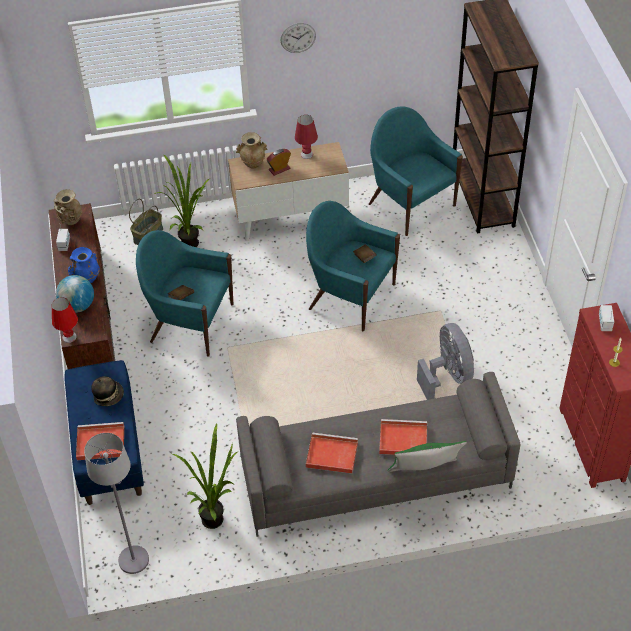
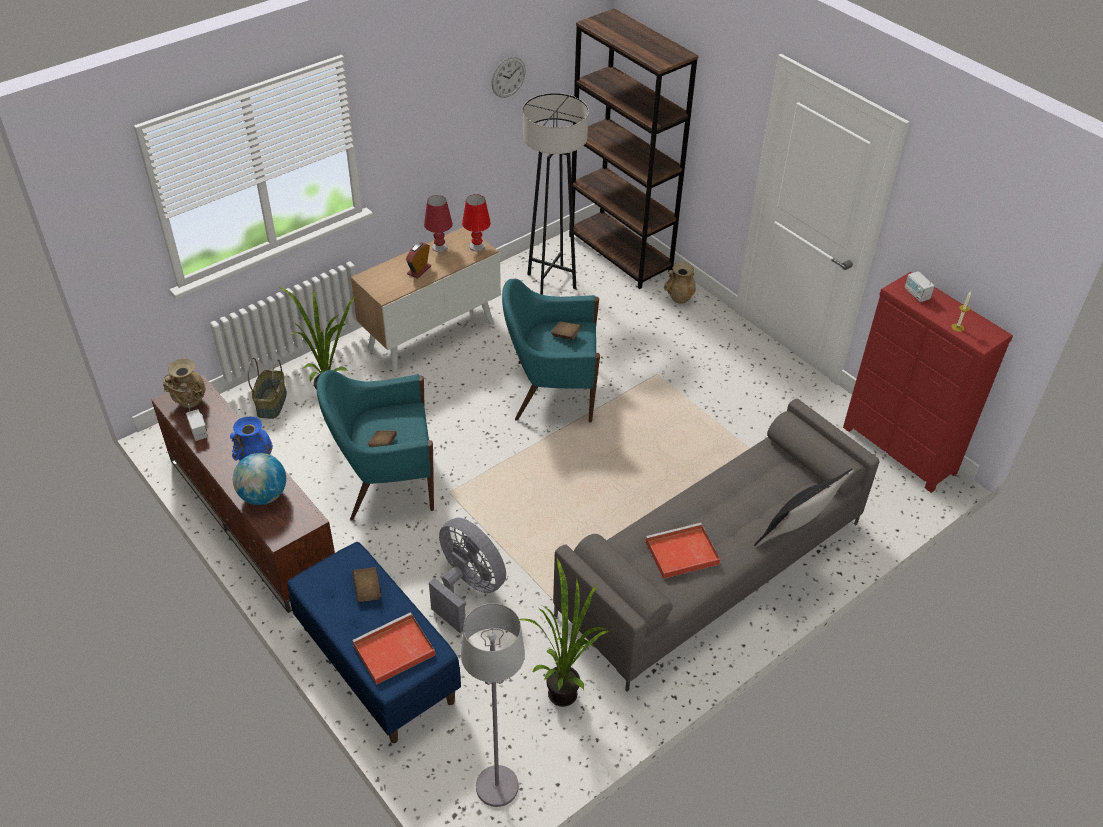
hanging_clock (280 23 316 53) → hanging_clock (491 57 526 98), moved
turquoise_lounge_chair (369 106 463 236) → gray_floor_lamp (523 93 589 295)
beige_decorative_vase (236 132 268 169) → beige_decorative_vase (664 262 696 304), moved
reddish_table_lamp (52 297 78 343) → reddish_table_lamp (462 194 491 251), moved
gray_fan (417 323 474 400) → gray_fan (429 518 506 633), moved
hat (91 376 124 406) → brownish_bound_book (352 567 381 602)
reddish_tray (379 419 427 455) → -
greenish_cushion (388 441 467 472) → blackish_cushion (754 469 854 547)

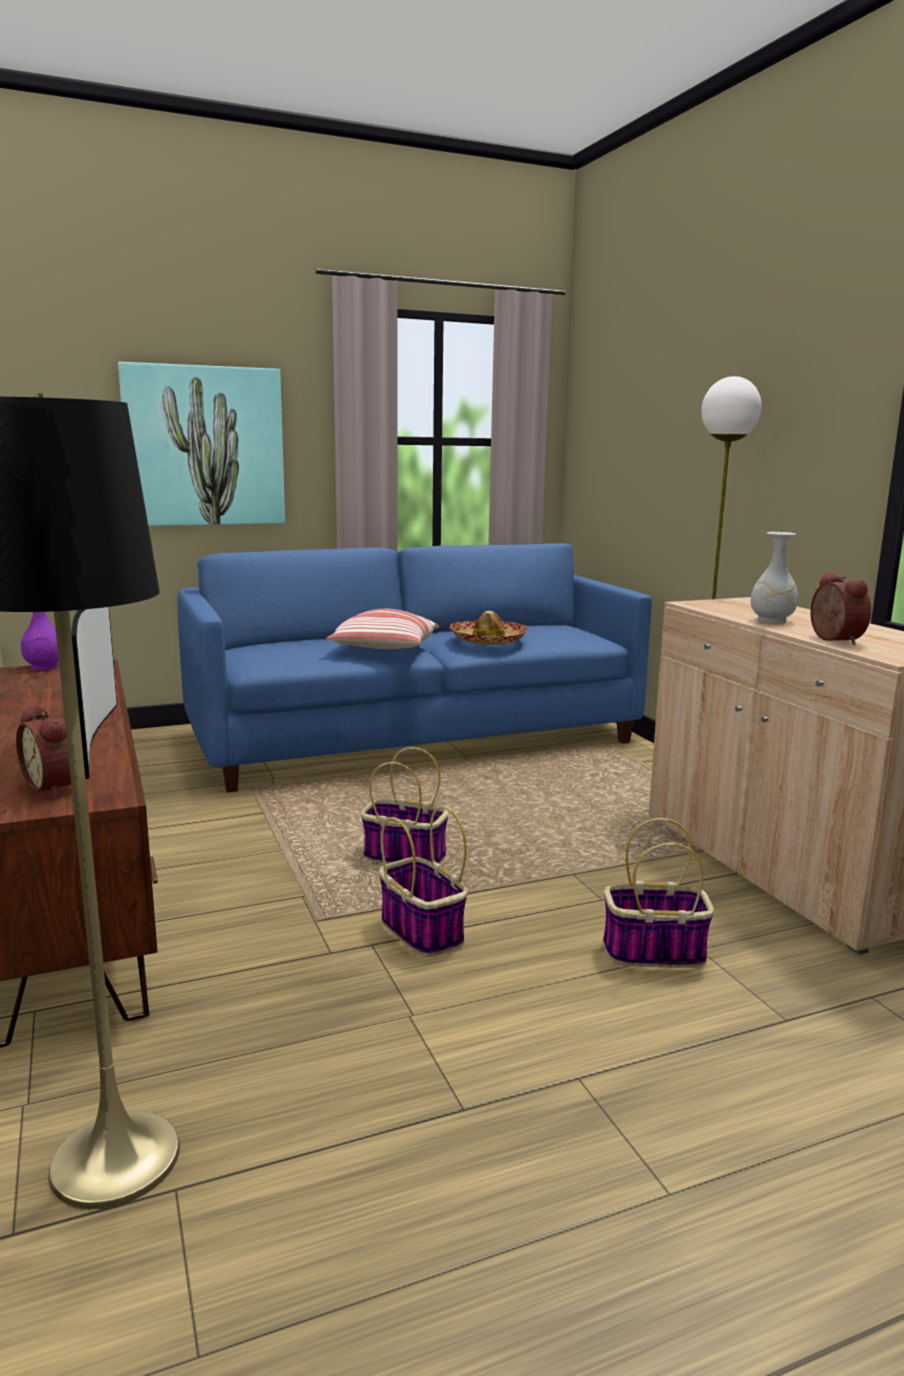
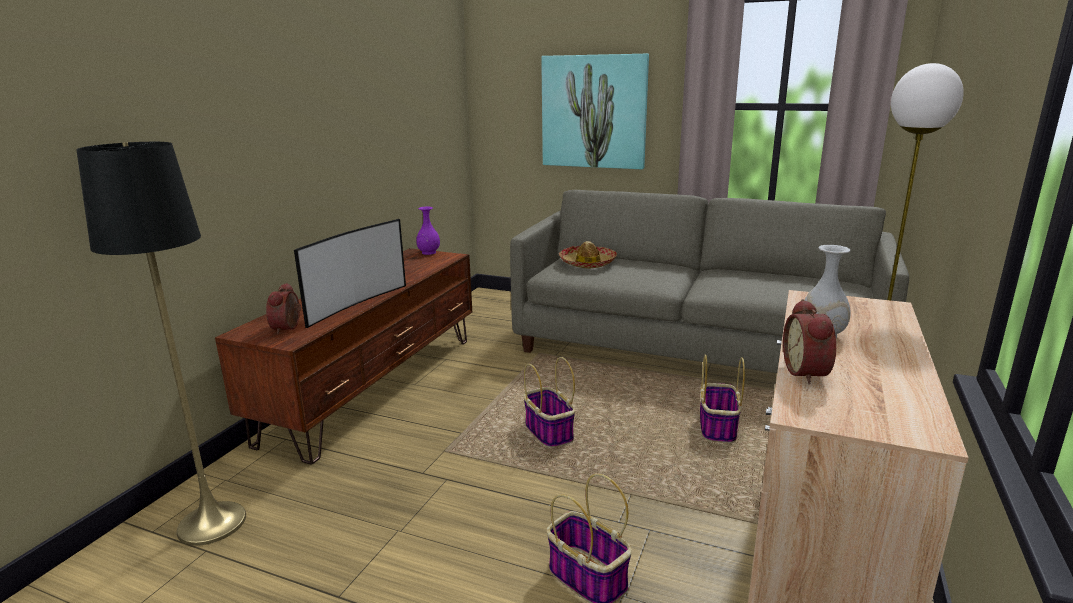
blue_sofa (177 543 652 793) → gray_sofa (510 190 909 373)
table_clock (810 572 871 645) → table_clock (783 299 836 385), 150 degrees clockwise
cushion (326 609 439 649) → -
hat (450 611 528 645) → hat (559 241 617 269), moved
household_basket (379 805 468 957) → household_basket (700 354 745 443), moved

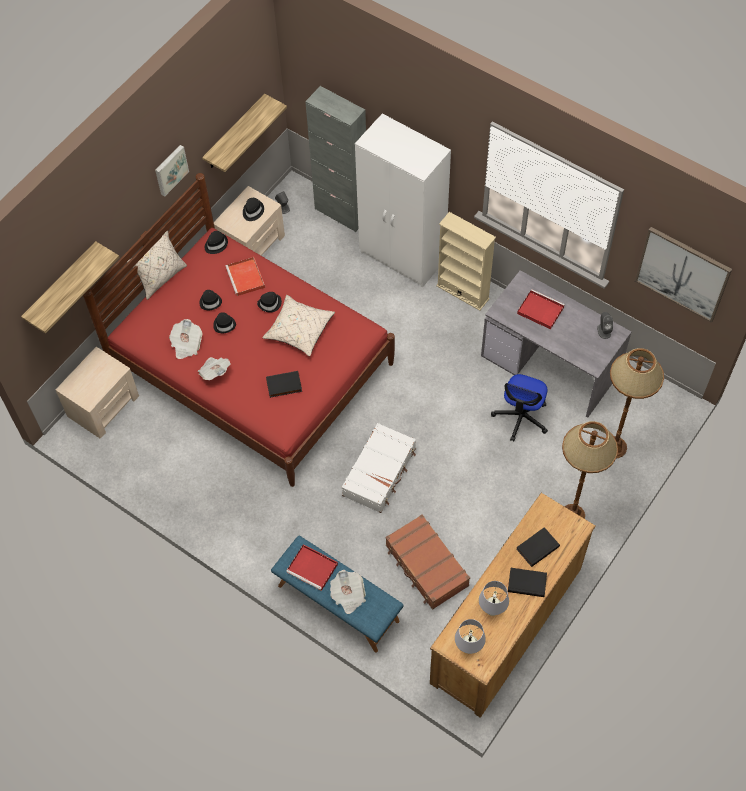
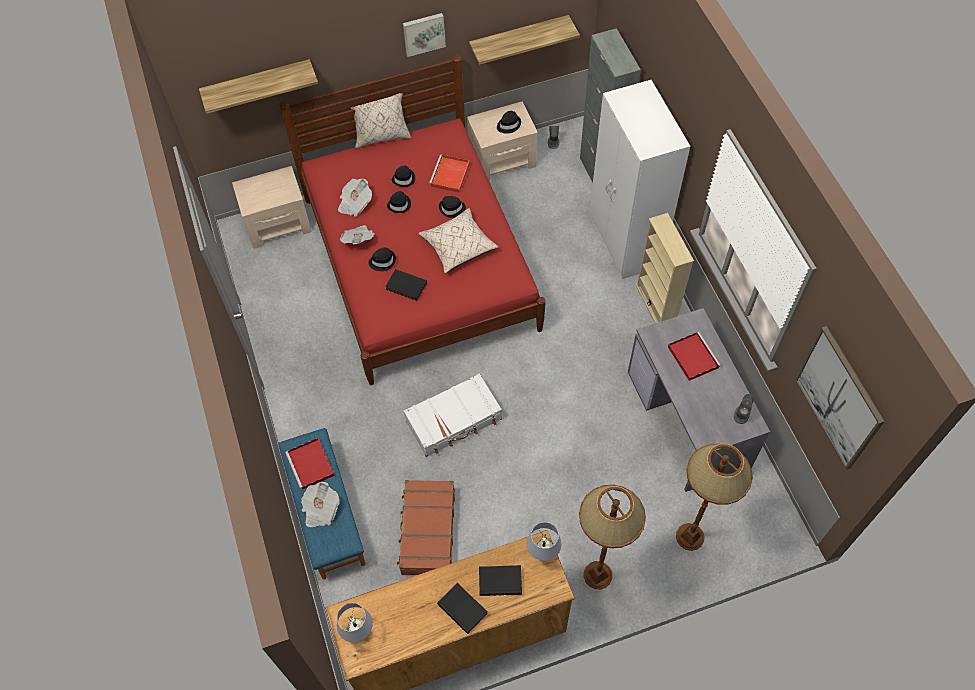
blackish_hat (205 231 228 254) → blackish_hat (368 247 396 271), moved
computer_chair (491 374 548 441) → -
white_table_lamp (479 581 509 616) → white_table_lamp (527 522 561 561), moved

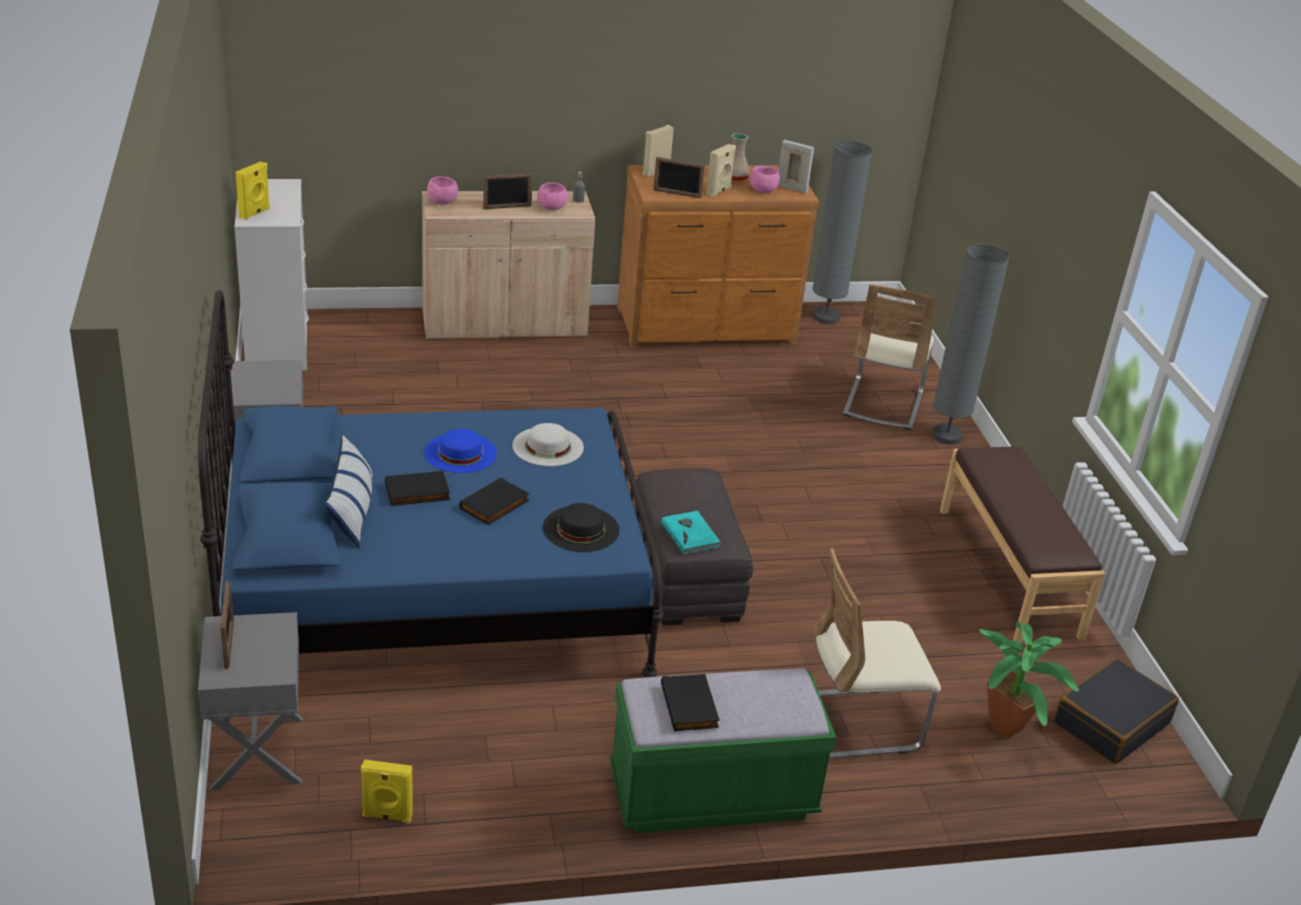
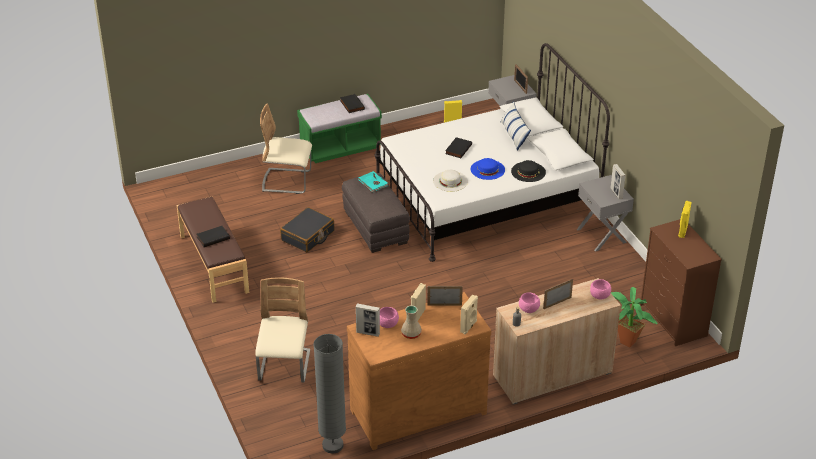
white_drawer_chest (234 179 309 371) → brownish_drawer_chest (640 219 722 346)
gray_floor_lamp (932 244 1009 445) → -
blue_sleeping_bed (198 290 664 677) → white_sleeping_bed (374 43 610 262)
blackish_bound_book (385 471 450 506) → blackish_bound_book (196 226 230 247), moved
blackish_hat (543 503 619 552) → blackish_hat (511 160 546 182), moved
beige_chair (814 548 941 759) → beige_chair (260 104 312 194), 150 degrees counterclockwise
houseplant (979 621 1079 739) → houseplant (611 287 658 348), moved
blackish_piece_of_luggage (1053 658 1179 764) → blackish_piece_of_luggage (280 207 334 252), moved
- → photo_frame (611 164 626 199)

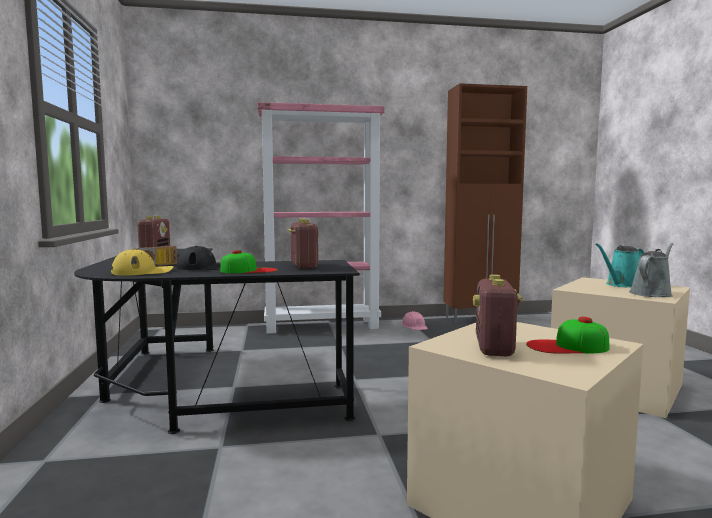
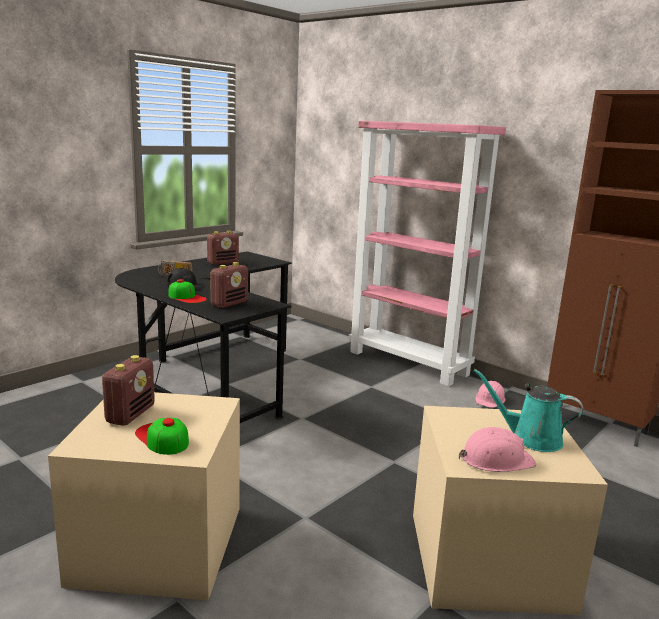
gray_sprinkling_can (629 243 674 297) → pink-coloured_work_helmet (459 427 536 472)
yellow_cap (111 249 173 275) → -
radio_receiver (473 274 523 356) → radio_receiver (102 355 155 426), 135 degrees clockwise

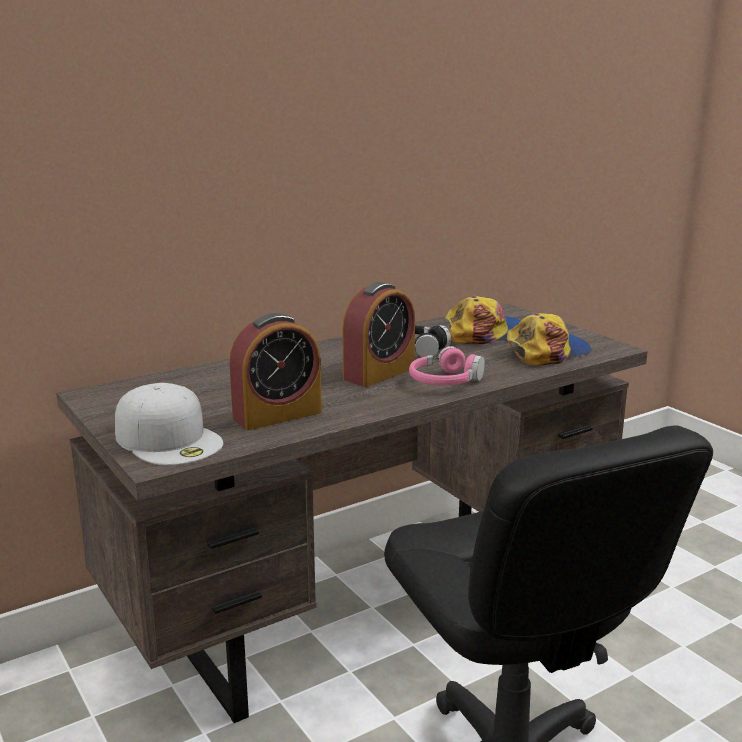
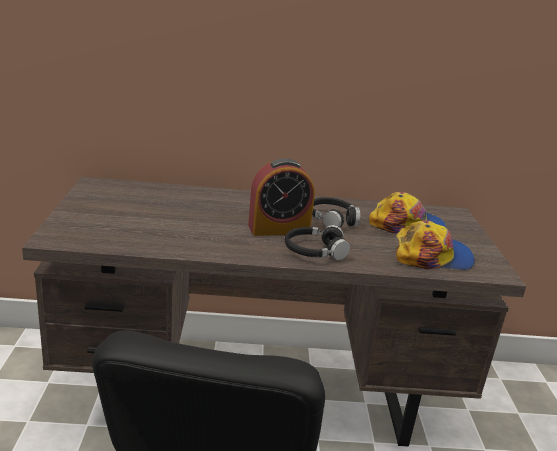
table_clock (229 313 322 430) → -
pink-coloured_headset (409 346 485 385) → blackish_headset (285 225 350 260)
white_cap (115 383 223 466) → -

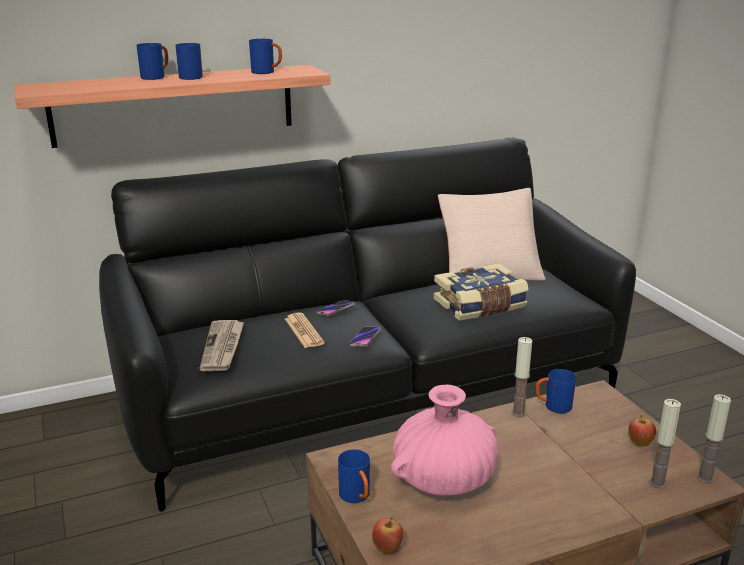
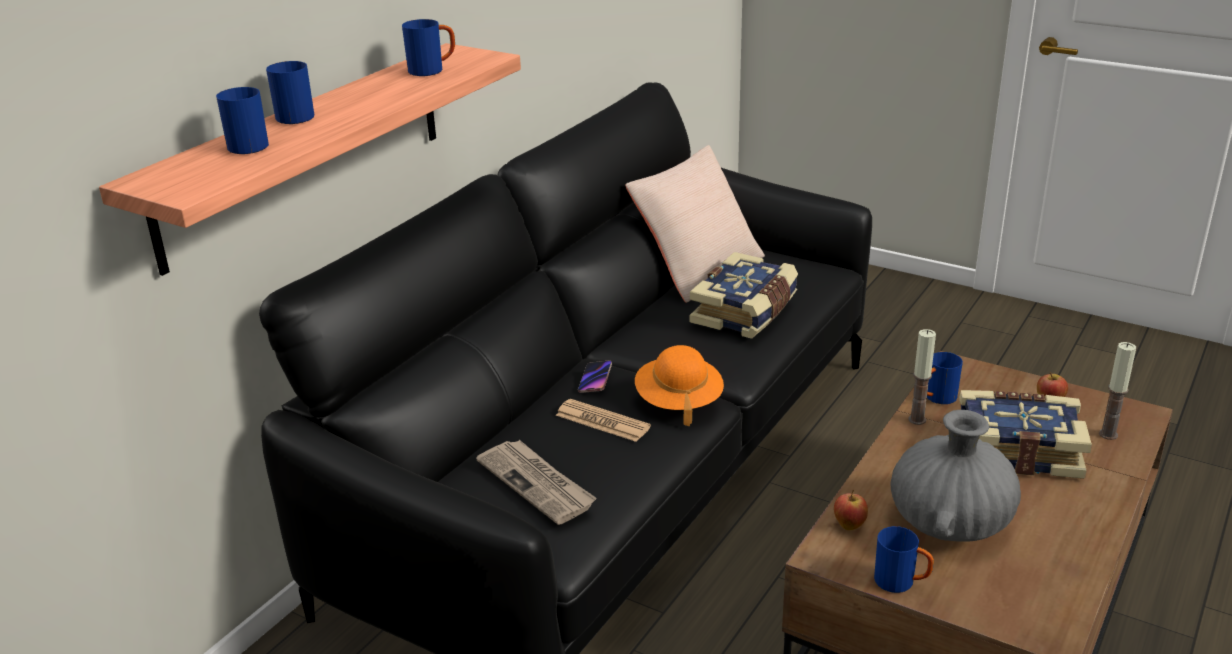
blue_tea_mug (175 43 203 80) → blue_tea_mug (216 87 269 154), moved
phone (349 326 381 346) → orangey_hat (635 345 724 426)
pink-coloured_decorative_vase (391 385 498 496) → gray_decorative_vase (891 410 1021 542)
wax_light (697 394 731 483) → -
apple_fruit (372 518 403 554) → apple_fruit (834 490 868 530), moved
- → bound_book (959 390 1092 479)

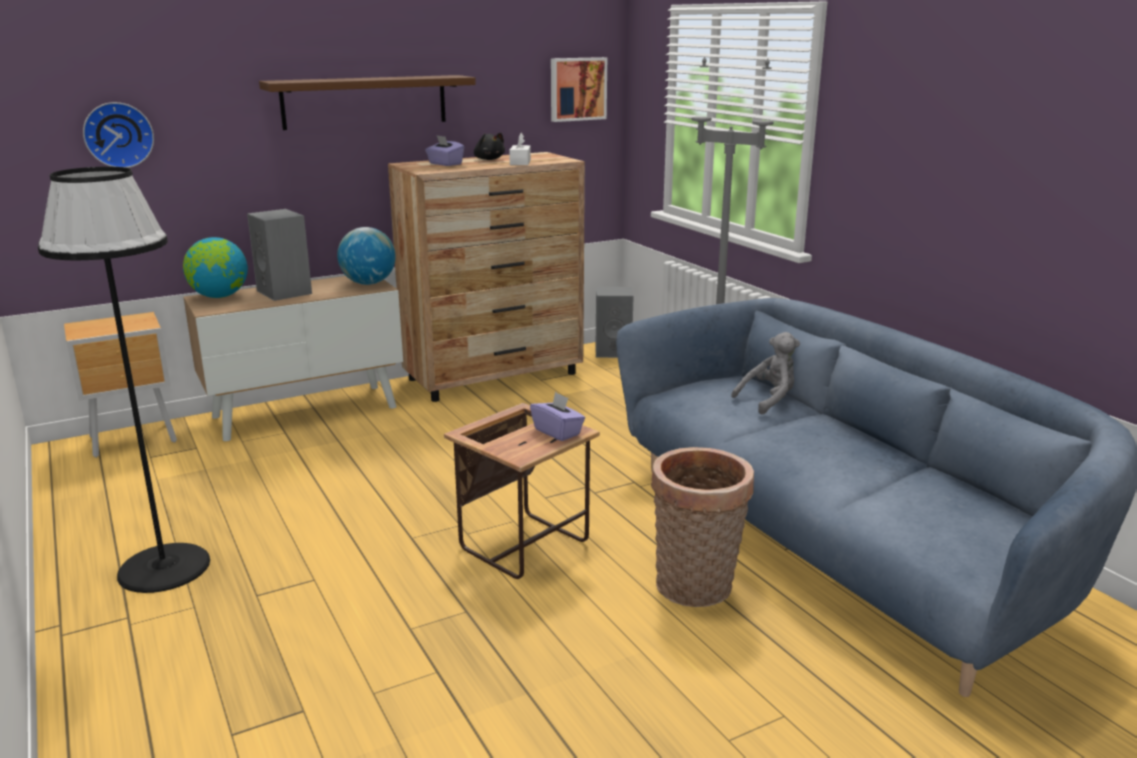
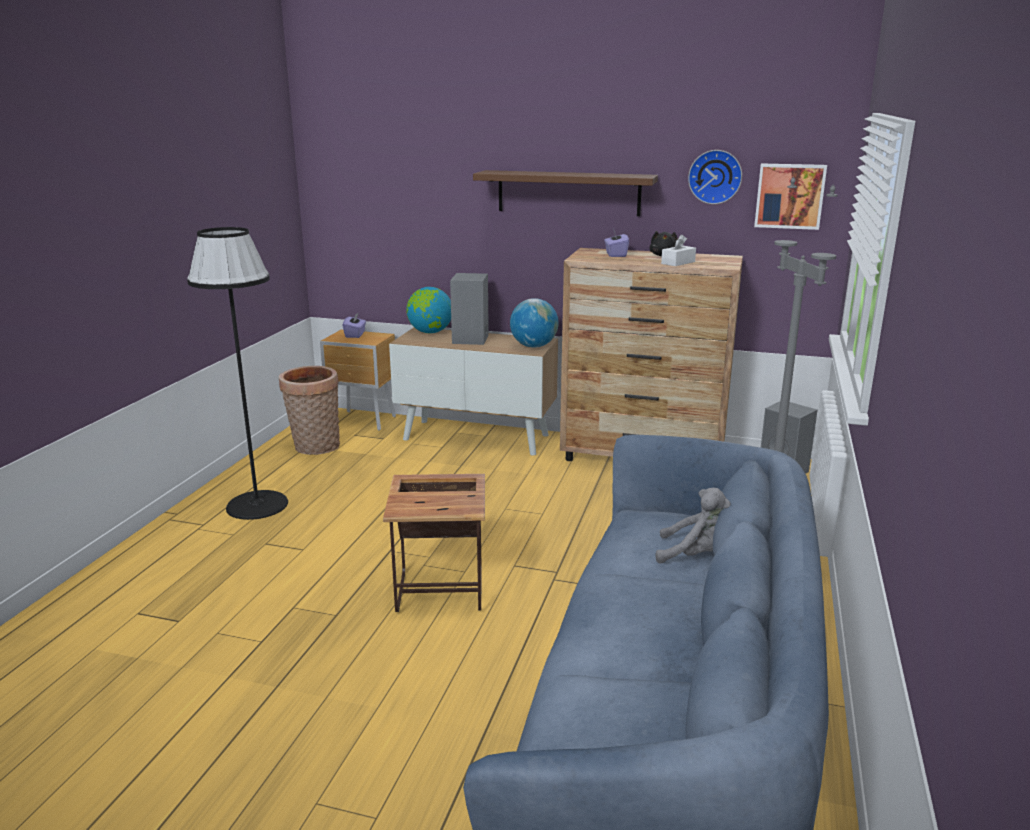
hanging_clock (83 102 154 168) → hanging_clock (688 150 742 204), moved
purplish_tissue_box (530 392 585 441) → purplish_tissue_box (343 312 366 338), moved
household_basket (651 447 754 607) → household_basket (279 366 340 455), moved

